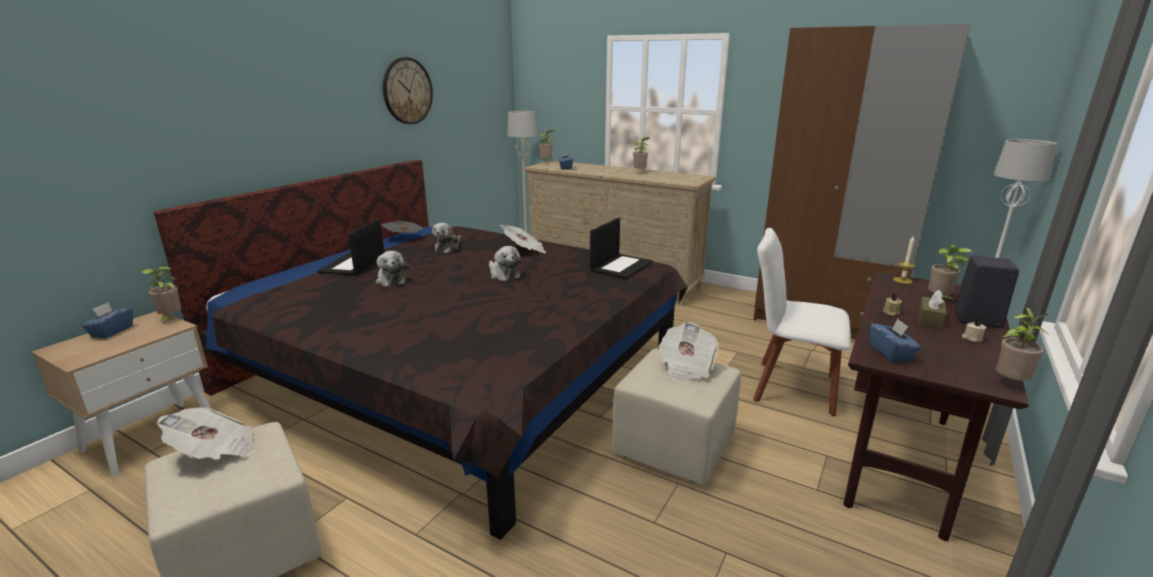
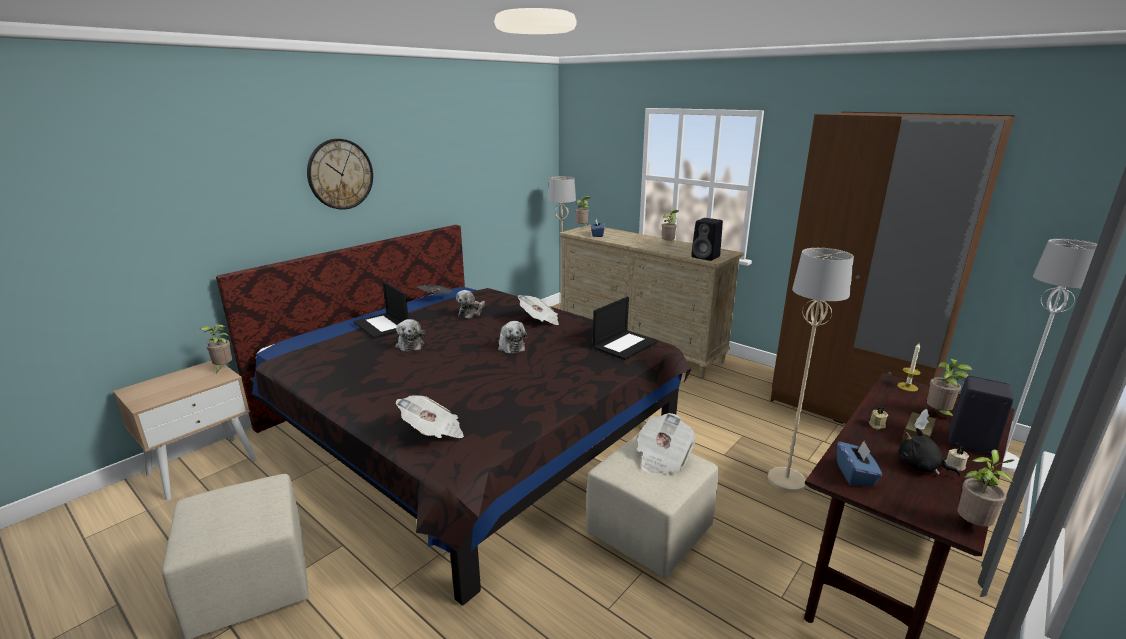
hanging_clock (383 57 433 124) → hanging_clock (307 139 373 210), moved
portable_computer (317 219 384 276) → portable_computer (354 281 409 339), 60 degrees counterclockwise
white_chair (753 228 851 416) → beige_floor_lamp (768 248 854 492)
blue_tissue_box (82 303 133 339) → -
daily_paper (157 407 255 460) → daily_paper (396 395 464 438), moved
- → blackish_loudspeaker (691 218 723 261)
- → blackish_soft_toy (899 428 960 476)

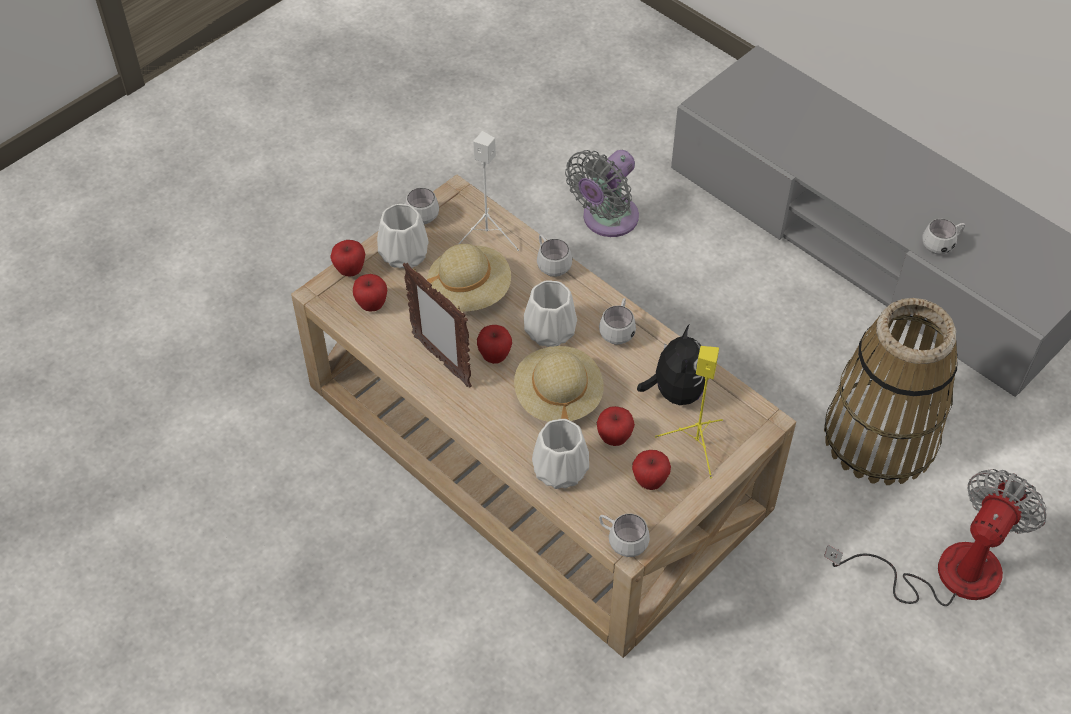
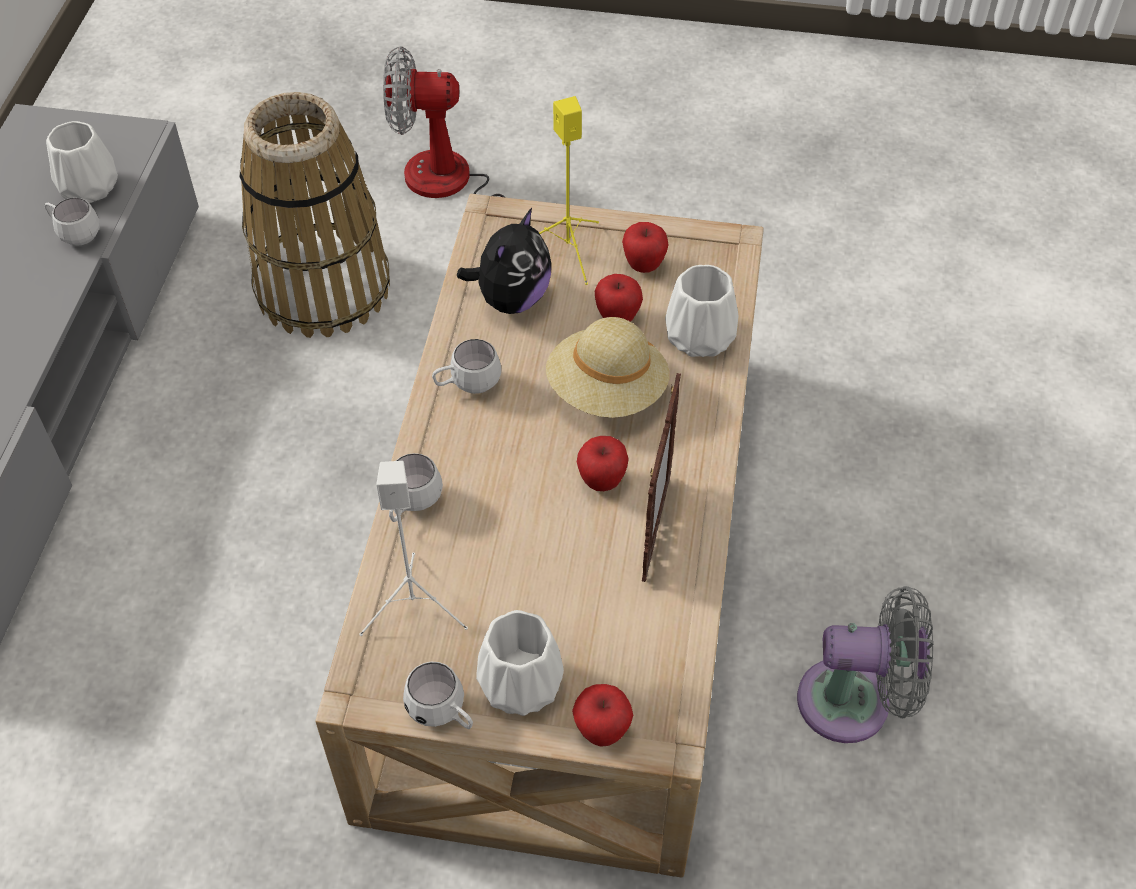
gray_fan (565 150 639 237) → gray_fan (797 586 933 743), moved
beige_hat (427 244 511 312) → -
apple_fruit (353 274 387 312) → -
white_decorative_vase (524 280 577 347) → white_decorative_vase (46 121 118 203), moved
soft_toy (637 325 708 405) → soft_toy (457 208 551 314), 150 degrees clockwise
white_tea_mug (599 514 650 557) → -

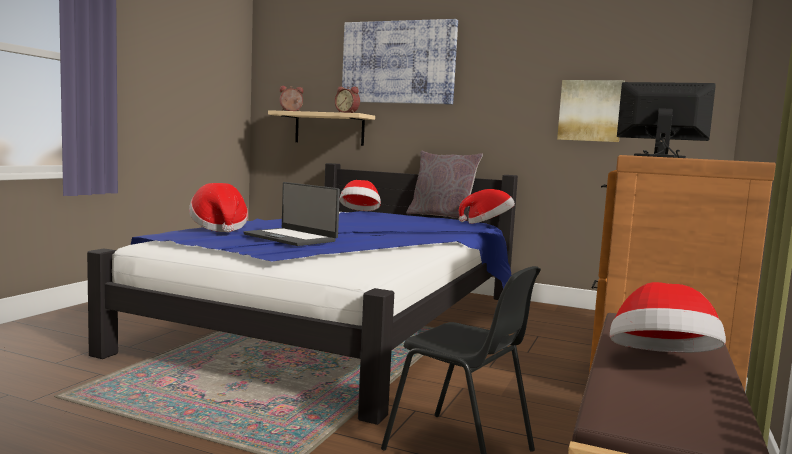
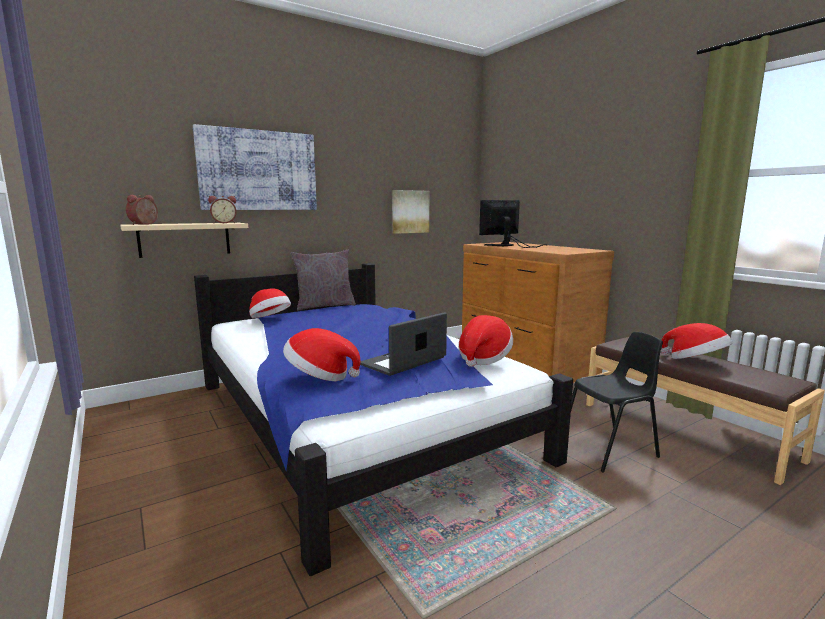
portable_computer (243 182 340 246) → portable_computer (360 312 447 376), 150 degrees clockwise
hat (459 189 515 224) → hat (459 315 513 367), moved

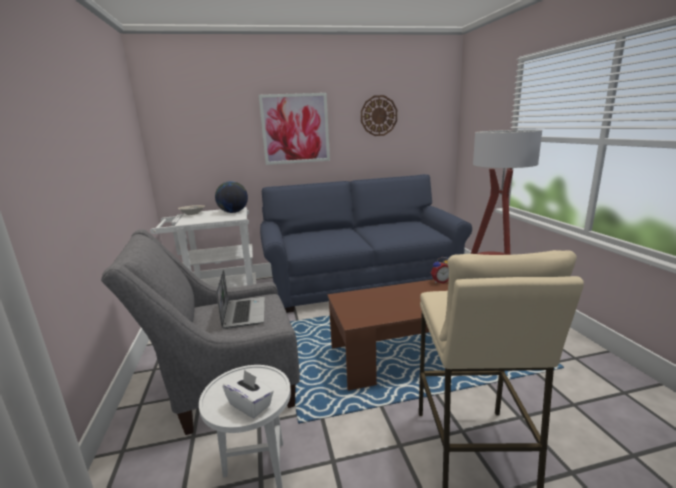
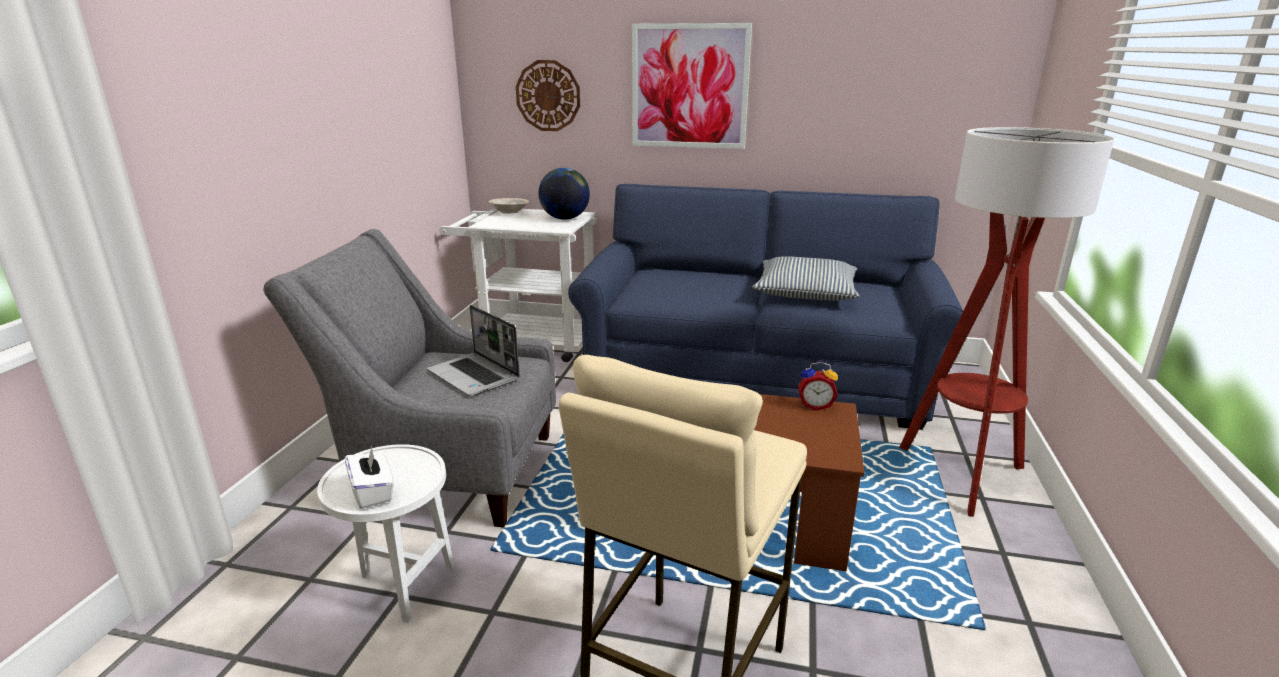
hanging_clock (361 95 397 136) → hanging_clock (516 60 580 131), moved
portable_computer (216 269 265 329) → portable_computer (427 305 520 396), 120 degrees clockwise
- → cushion (752 256 860 301)

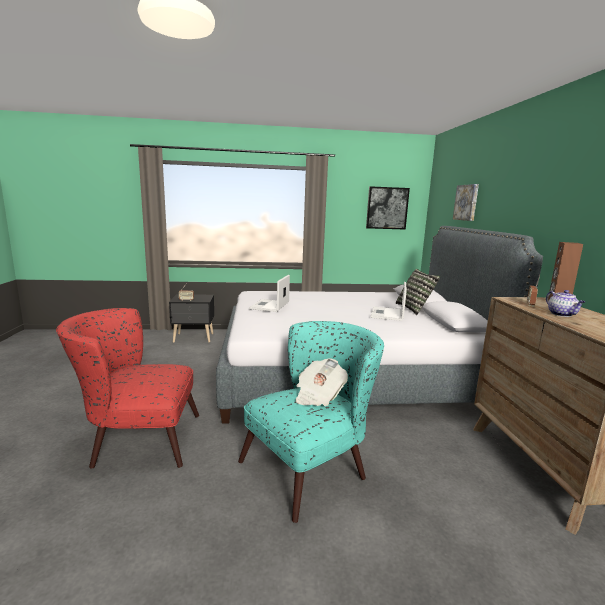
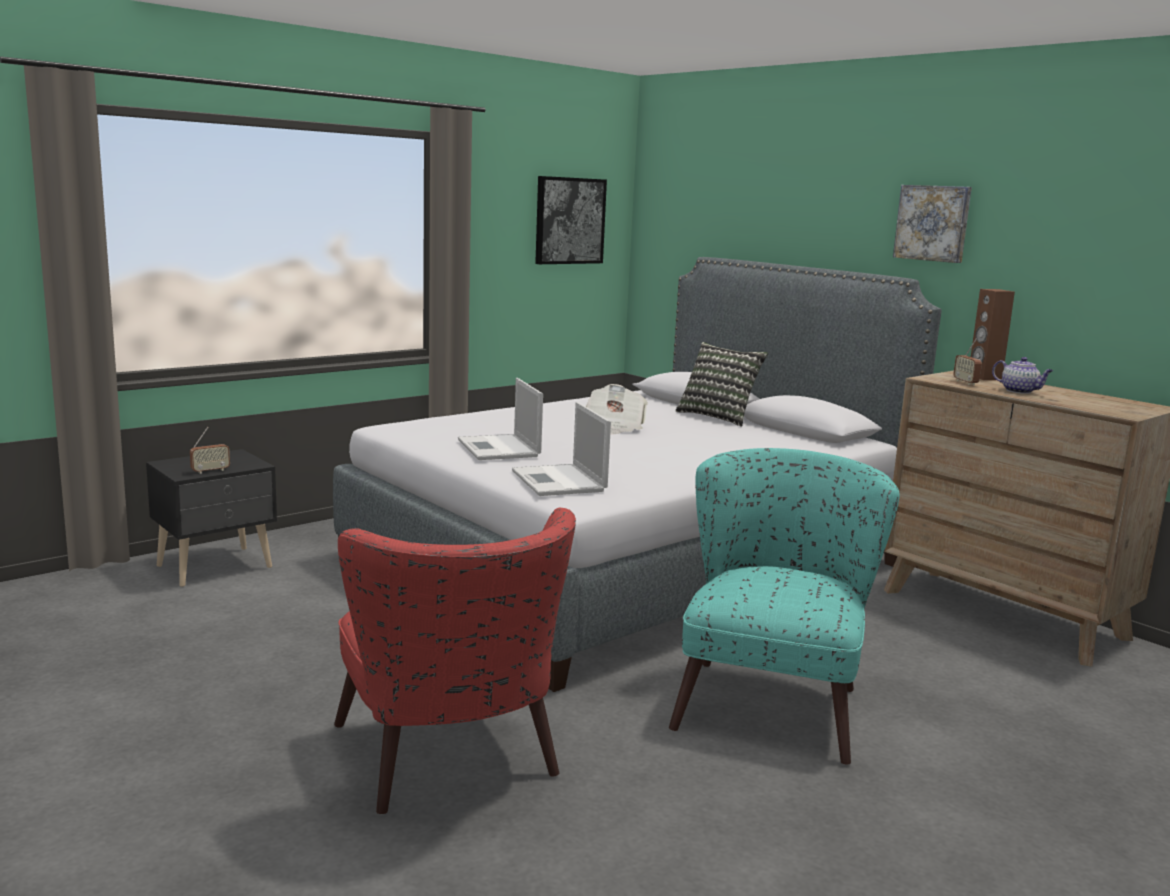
wall_picture (453 184 479 221) → wall_picture (893 185 972 263), moved
portable_computer (371 282 407 321) → portable_computer (512 402 611 496), moved
reddish_lounge_chair (56 308 199 468) → reddish_lounge_chair (334 508 576 814), 75 degrees counterclockwise
daily_paper (295 358 348 406) → daily_paper (585 384 648 434), moved

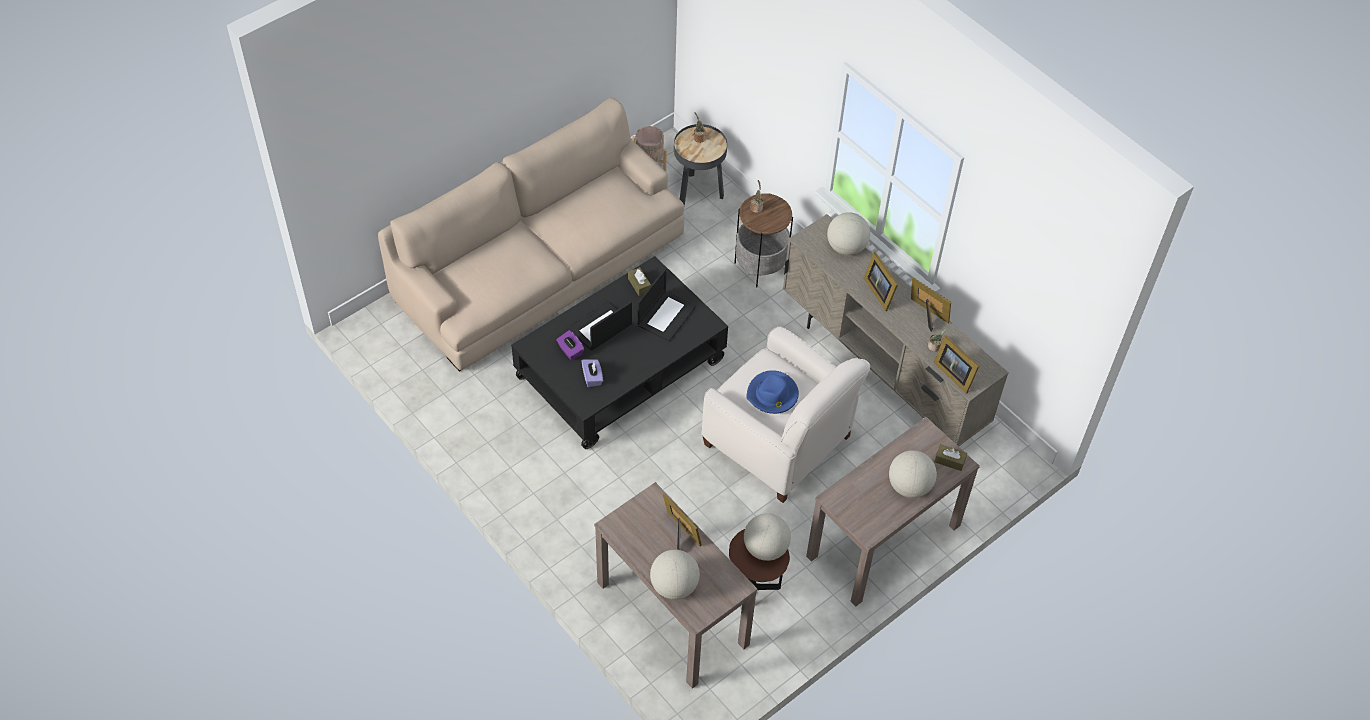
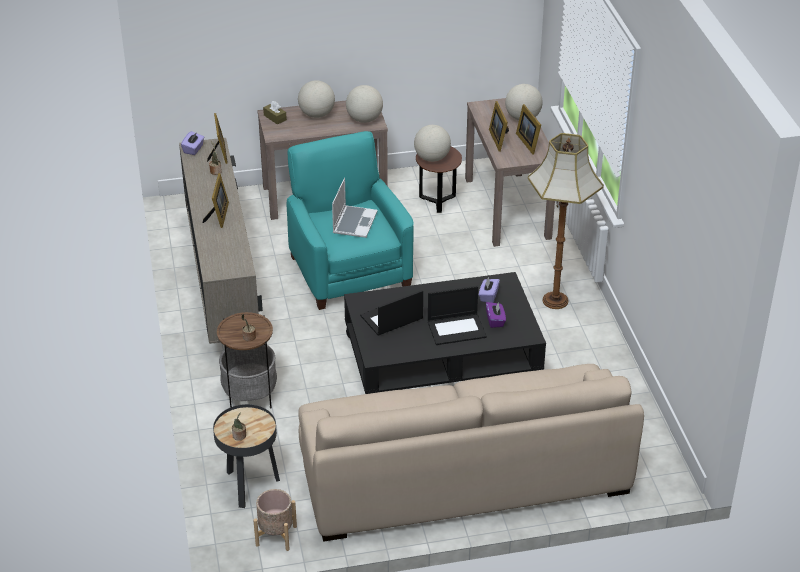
world_globe (827 212 870 255) → world_globe (346 85 383 123), moved
brownish_tissue_box (628 267 651 296) → -
photo_frame (911 278 951 331) → photo_frame (516 104 541 155), moved
white_lounge_chair (702 327 870 503) → turquoise_lounge_chair (287 131 414 310)
blue_hat (746 370 799 414) → portable_computer (332 178 378 238)
- → purplish_tissue_box (181 131 204 155)
- → floor_lamp (528 133 604 309)

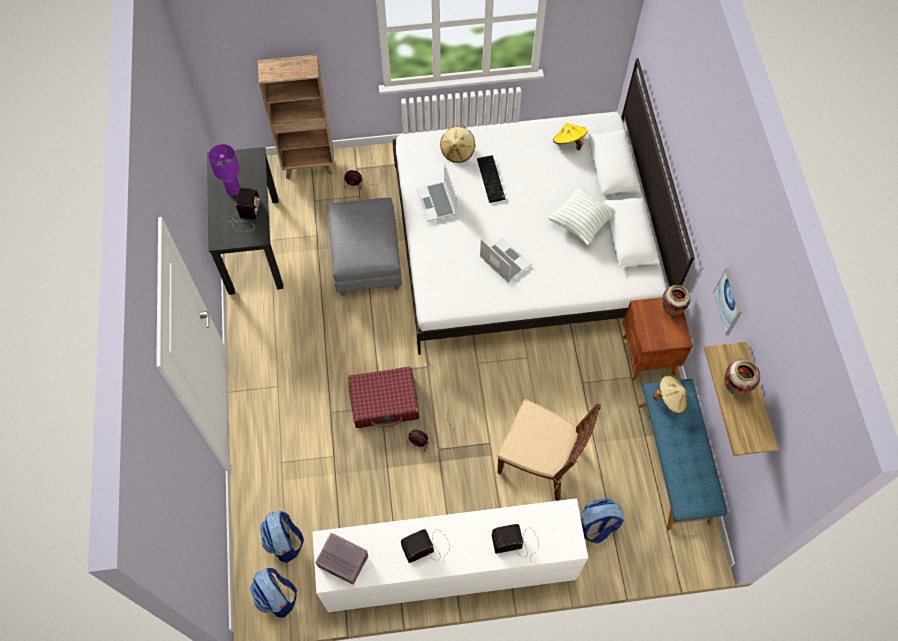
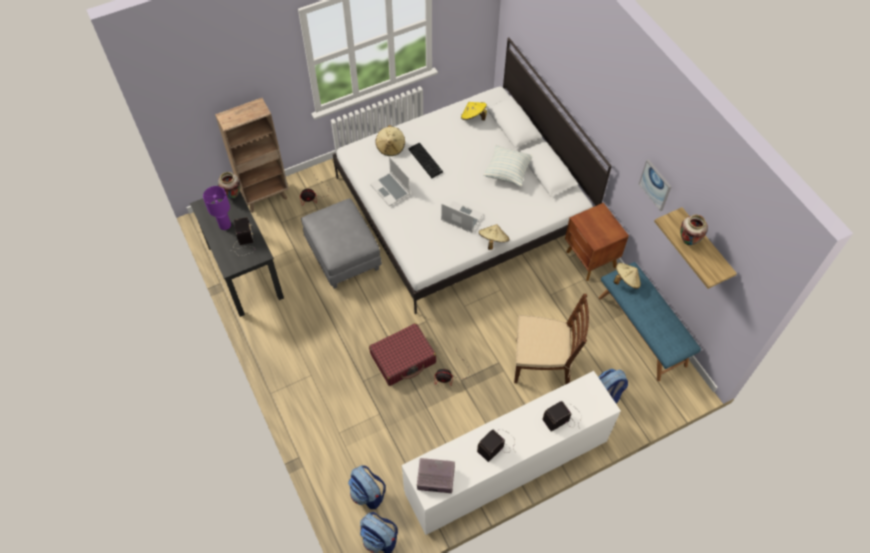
decorative_vase (662 285 691 315) → decorative_vase (218 172 240 199), moved
- → beige_hat (479 224 510 250)

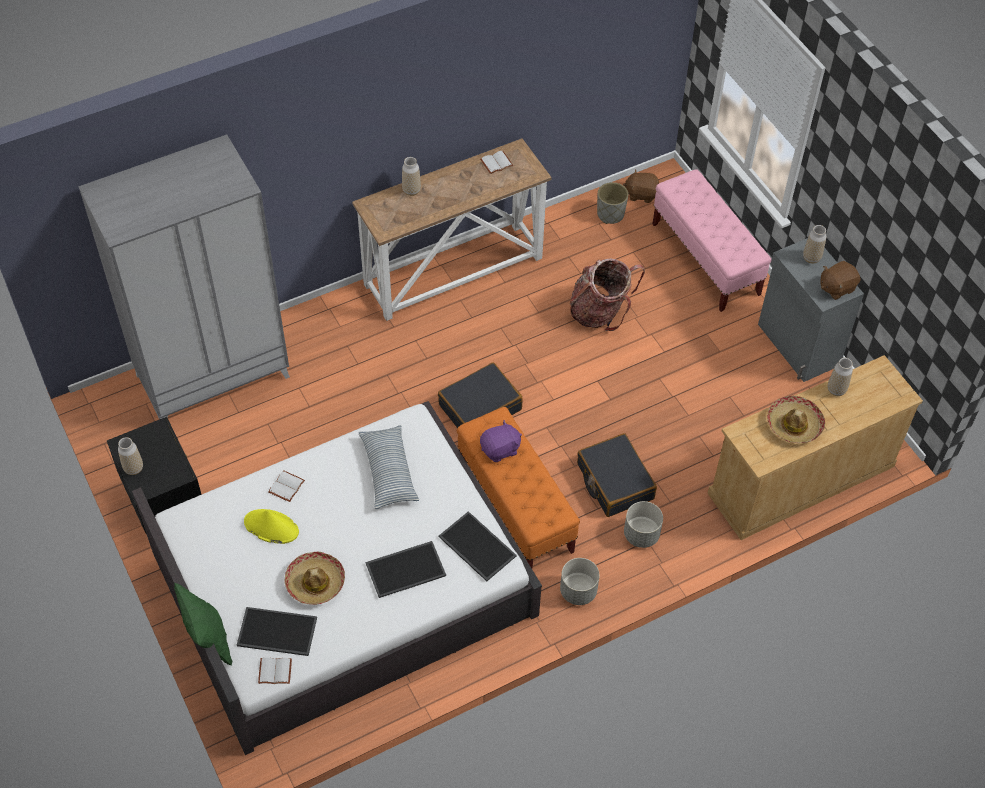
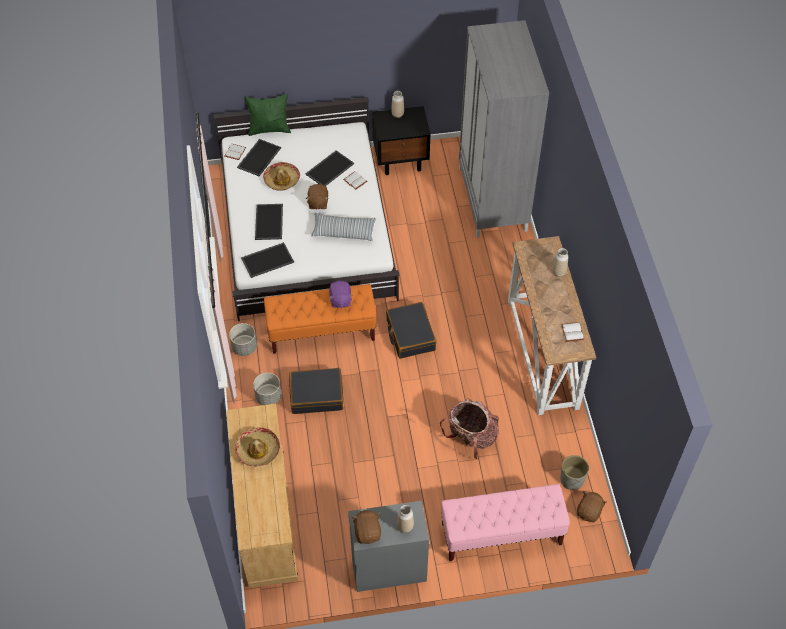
decorative_vase (828 358 853 396) → -
yellow_hat (244 509 299 544) → tray (305 150 354 186)
- → brownish_soft_toy (306 184 329 210)

